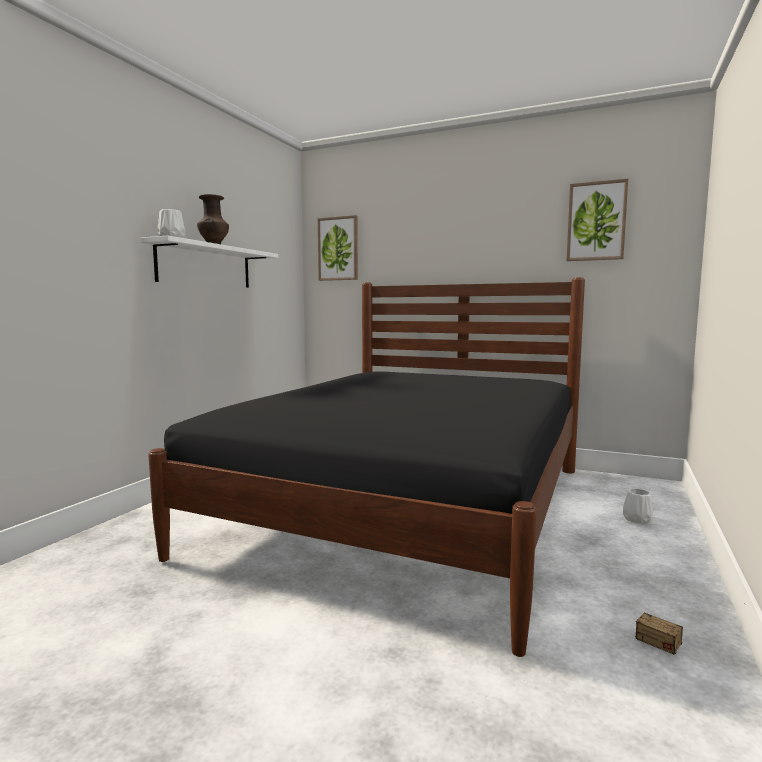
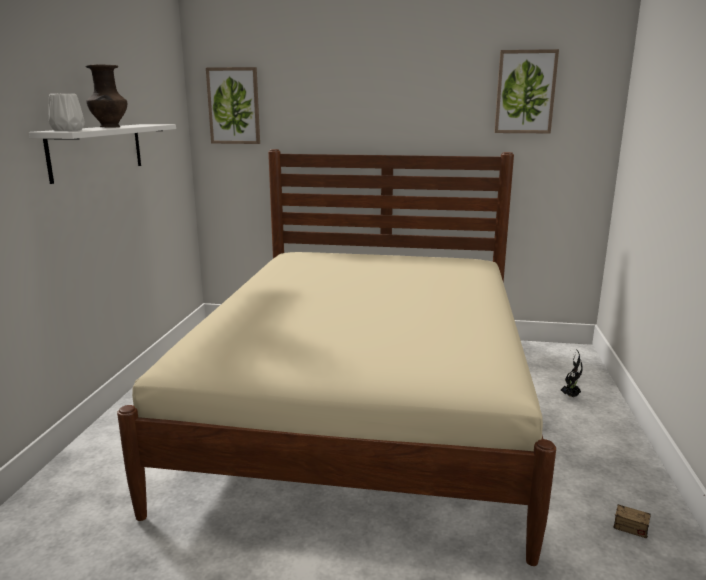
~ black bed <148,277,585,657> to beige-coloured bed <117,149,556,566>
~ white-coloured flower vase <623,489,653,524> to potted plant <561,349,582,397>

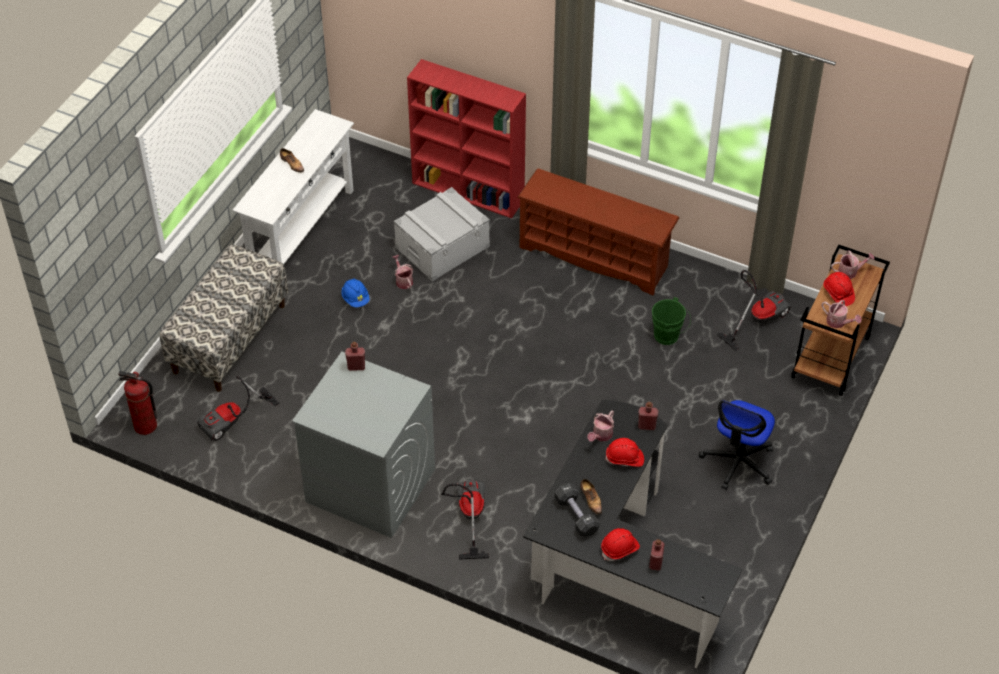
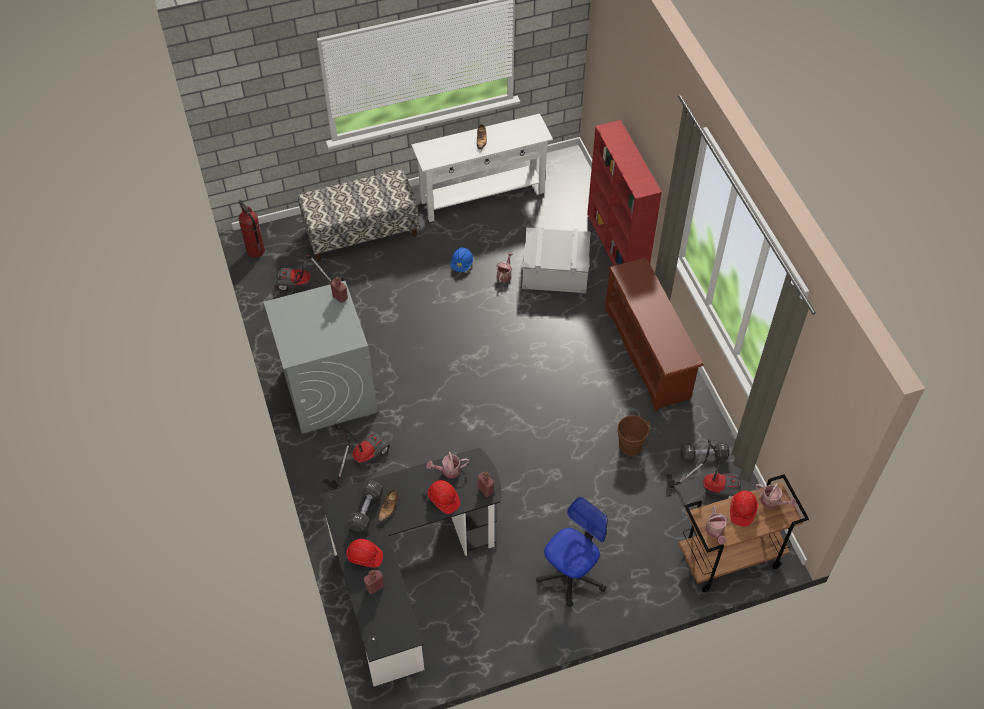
~ desk chair <699,400,775,490> = <536,497,608,607> 150 degrees clockwise
~ green pail <652,297,691,345> to brownish pail <617,415,651,456>
+ black hand weight <681,442,729,462>

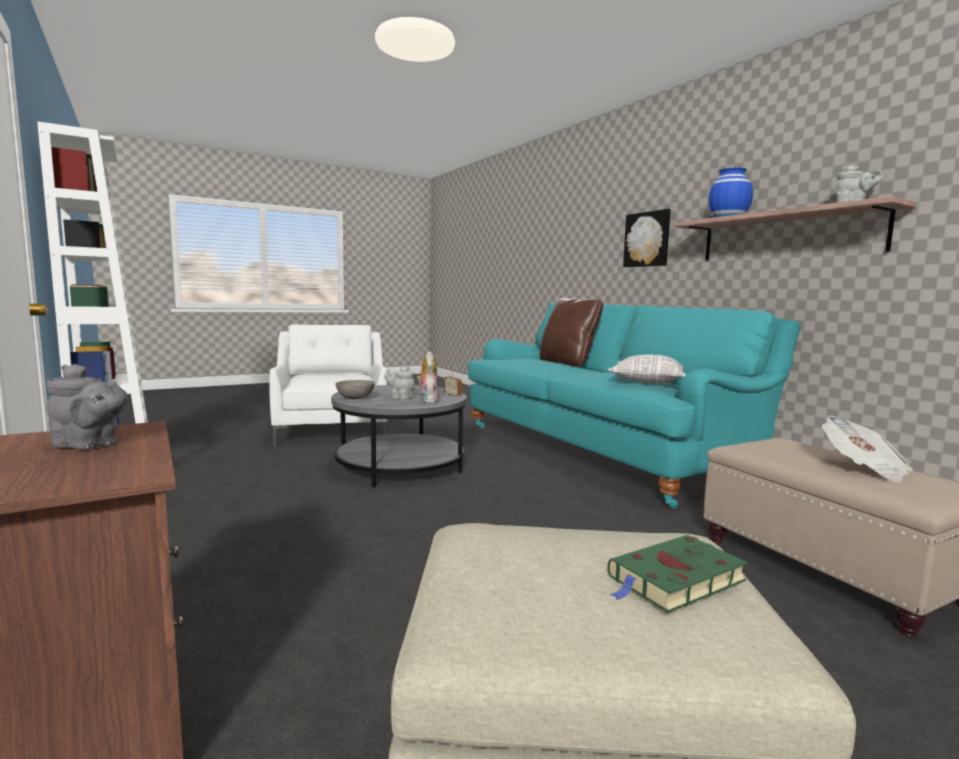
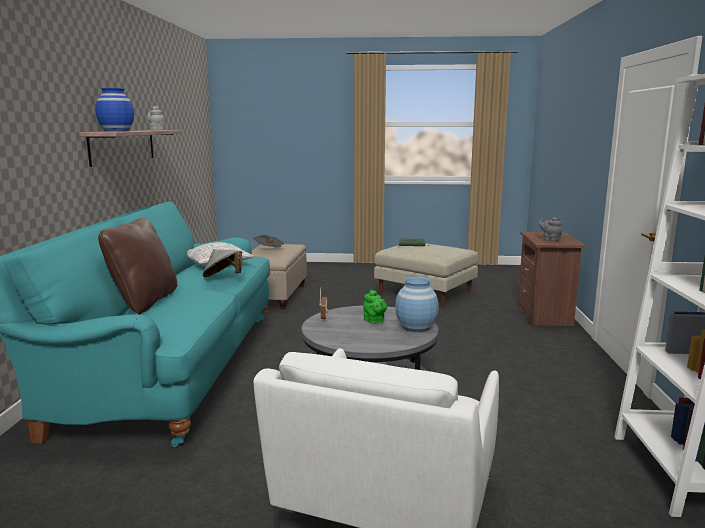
+ gray clothing hat <203,249,243,277>
~ gray pot for tea <384,366,415,400> to green pot for tea <363,289,387,324>
~ gray deep dish <335,380,375,399> to blue-coloured flower vase <395,277,439,332>
- cuddly toy <417,351,439,403>
- wall picture <623,209,671,267>

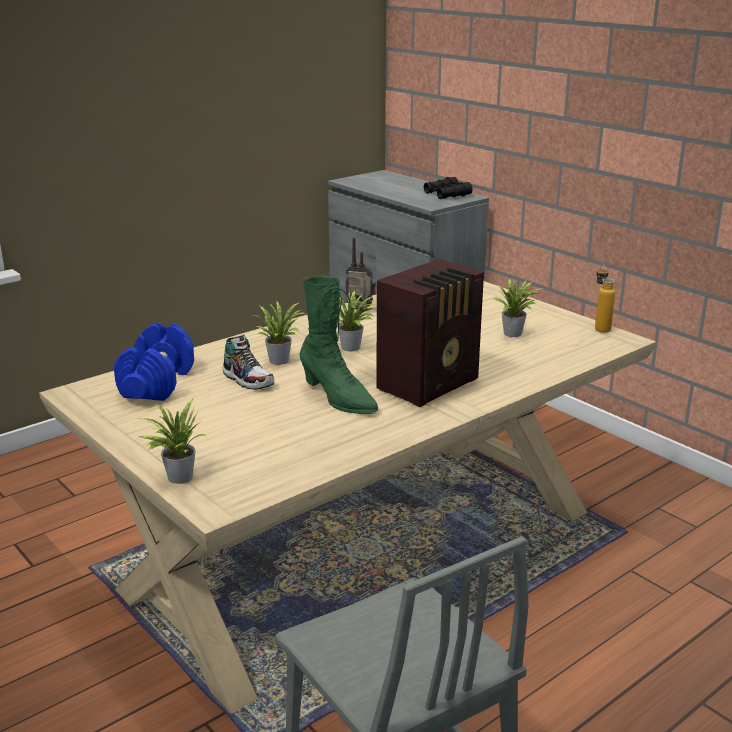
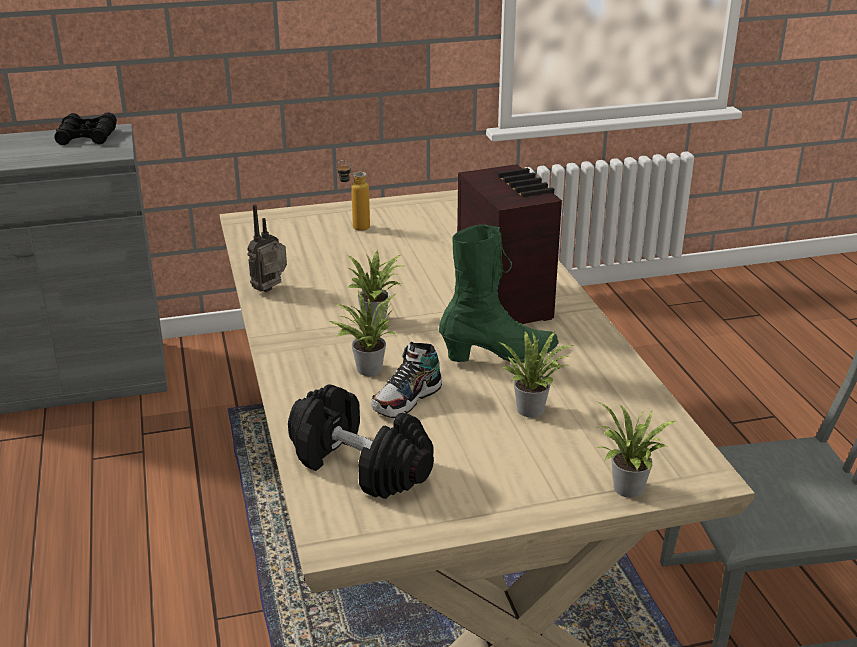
~ blue-coloured hand weight <114,323,194,401> to black hand weight <288,384,434,499>
~ bottle <595,264,615,333> to <337,160,370,231>
~ item of footwear <222,335,275,390> = <371,342,442,418> 150 degrees clockwise
~ potted plant <494,279,544,337> to <499,331,575,418>

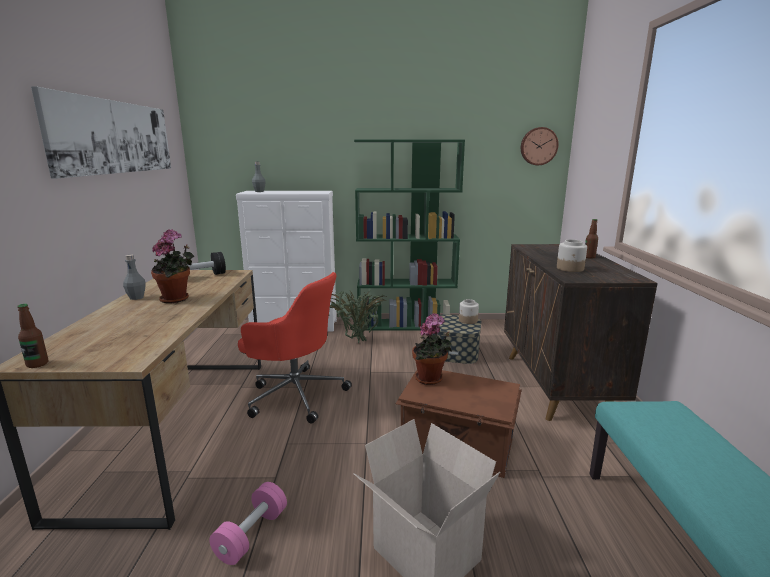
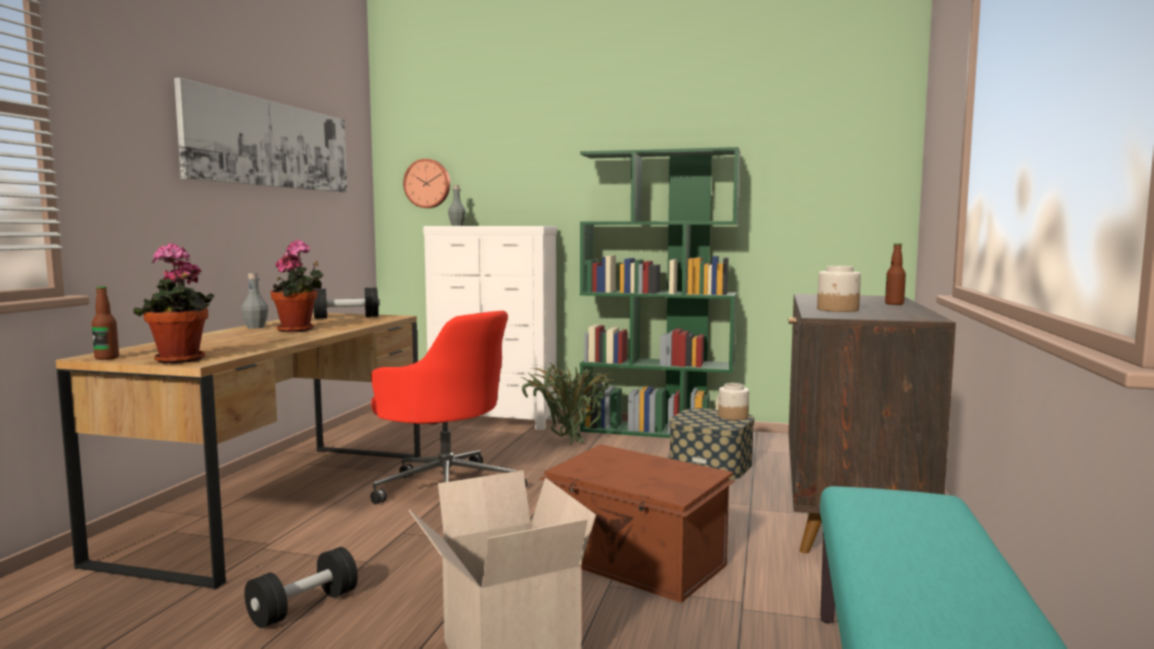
~ potted plant <412,313,452,385> to <133,243,214,364>
~ pink hand weight <209,482,287,565> to black hand weight <244,547,358,628>
~ clock on the wall <521,127,559,165> to <403,159,450,208>

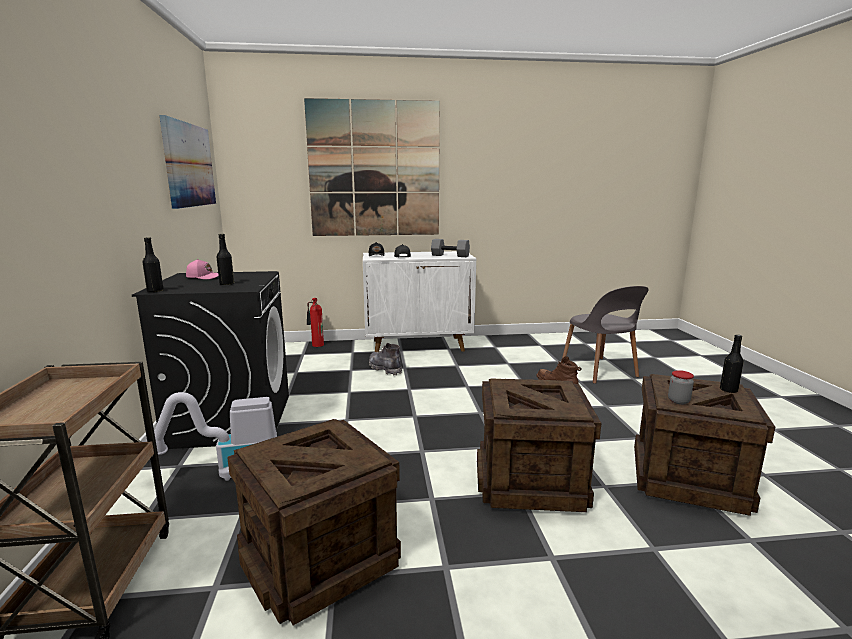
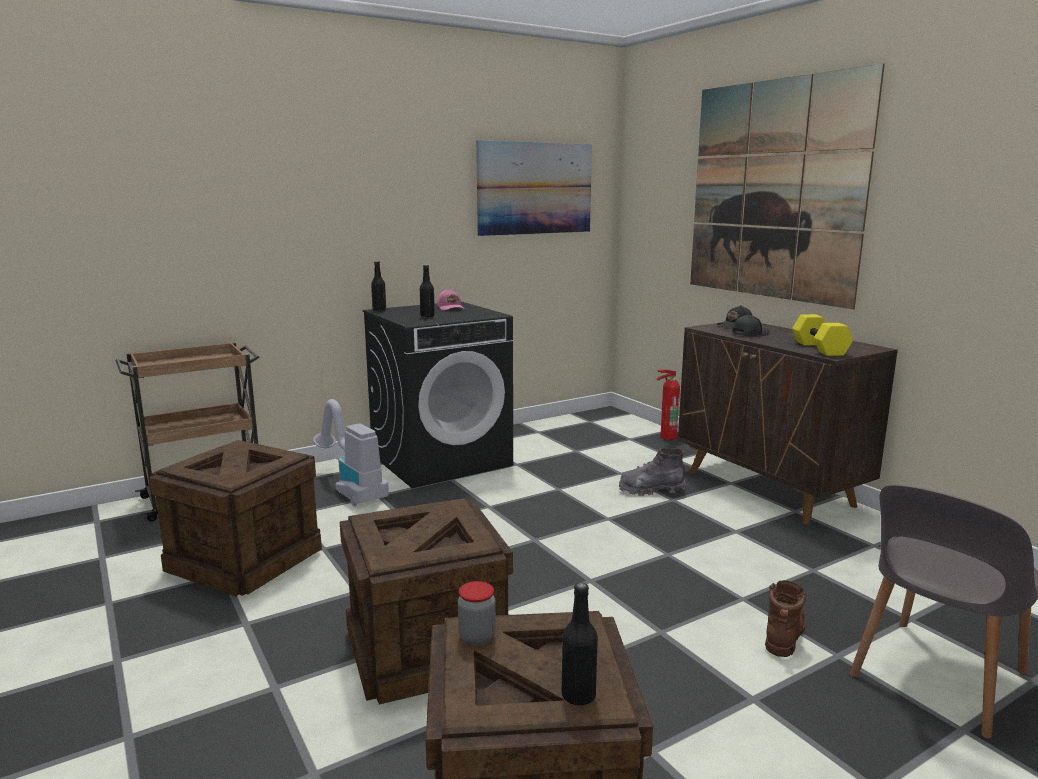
~ gray high-top boot <369,343,402,375> = <619,448,686,496> 120 degrees counterclockwise
~ white-coloured cupboard <363,251,476,353> to brownish cupboard <678,323,898,525>
~ gray hand weight <431,239,470,257> to yellow-coloured hand weight <792,314,853,356>

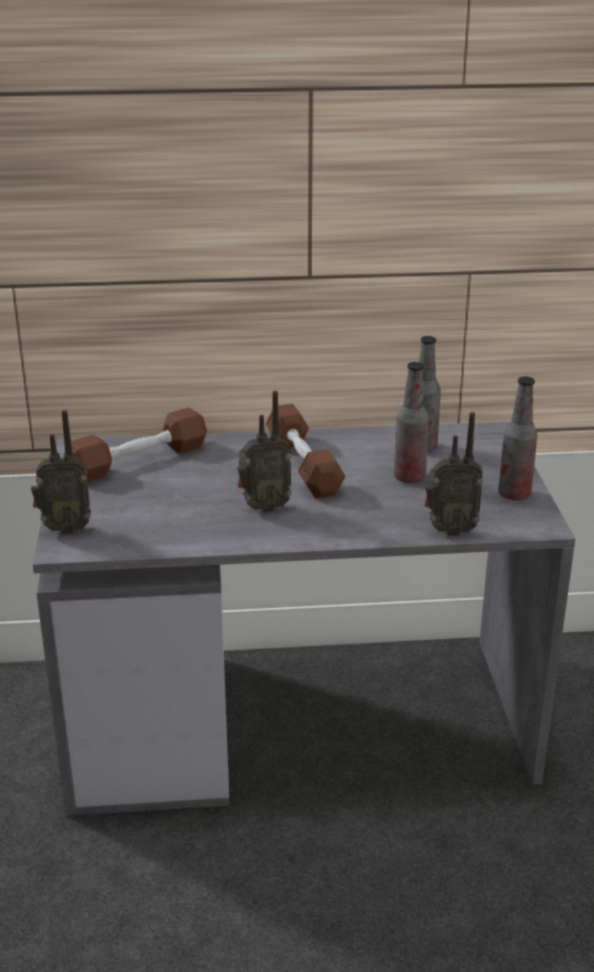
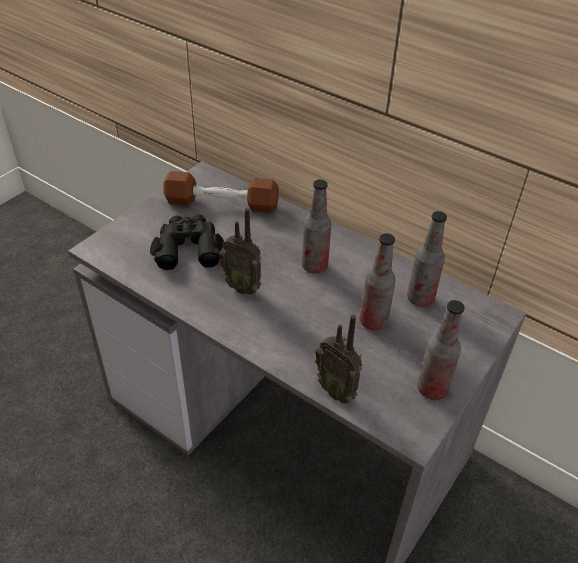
+ black binoculars <150,214,224,270>
~ brownish hand weight <266,404,345,499> to bottle <302,179,331,273>
- radio set <31,410,91,534>

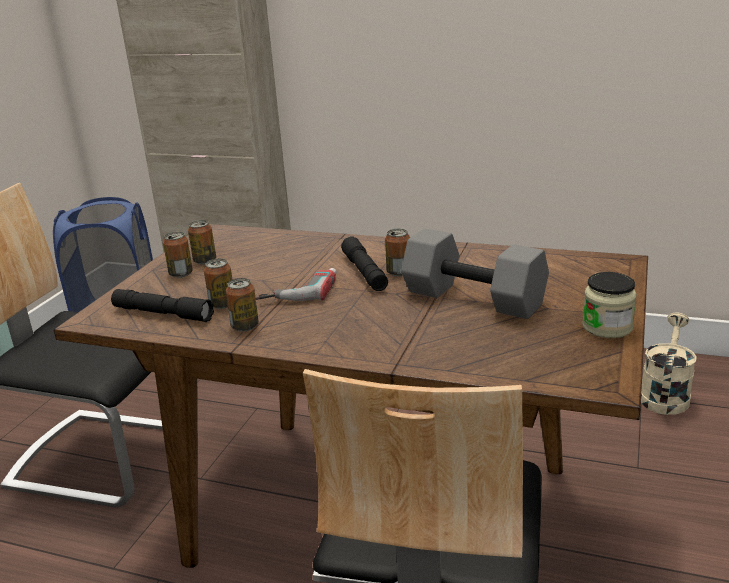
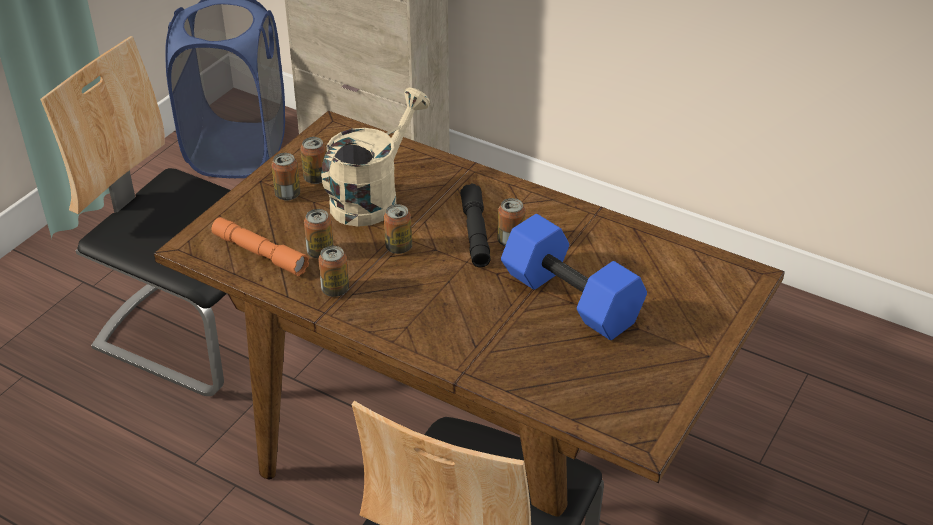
~ black flashlight <111,289,214,322> to orange-coloured flashlight <212,217,309,276>
~ beige-coloured watering pot <641,313,697,415> to <321,88,430,227>
~ electric drill <256,268,337,301> to can <384,204,412,254>
~ gray hand weight <401,228,549,319> to blue-coloured hand weight <501,214,647,340>
- preserve jar <582,272,637,338>

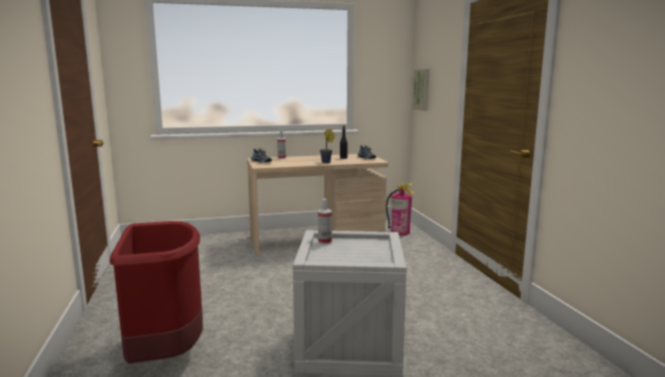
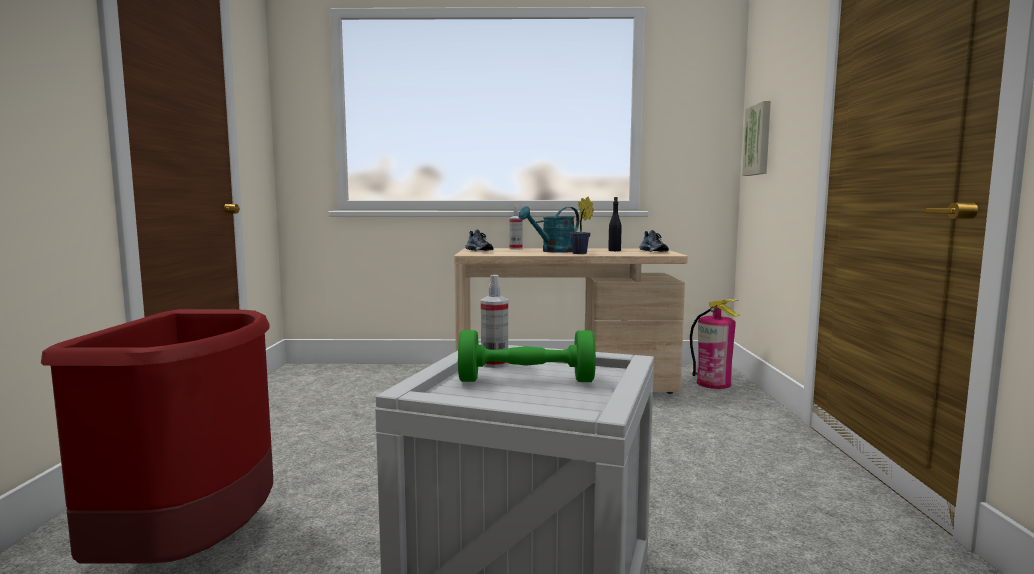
+ green hand weight <458,330,596,382>
+ turquoise watering pot <518,206,579,253>

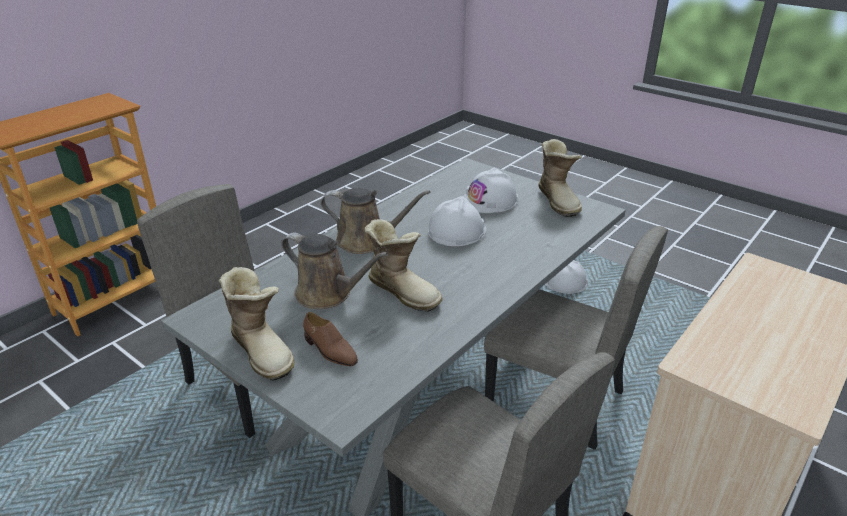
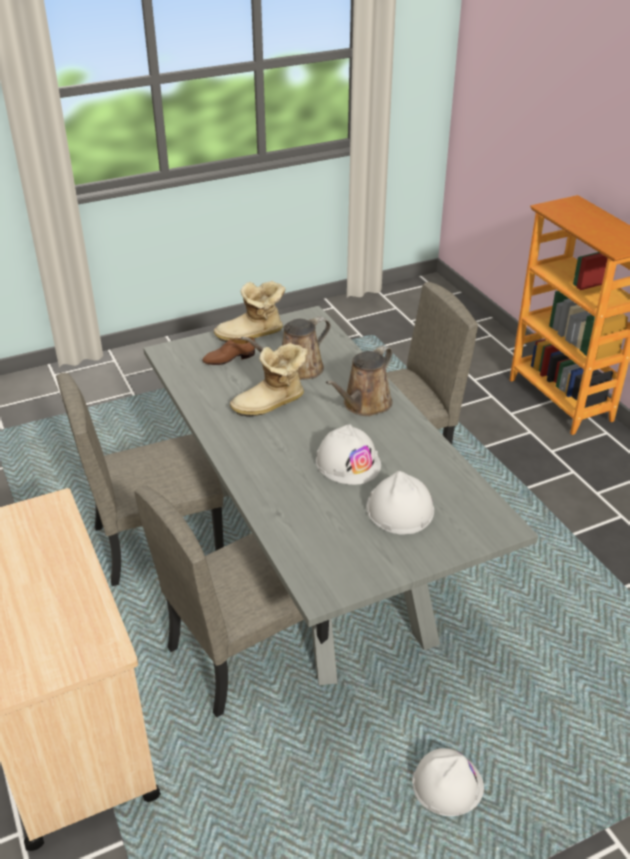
- high-top boot <538,139,582,217>

